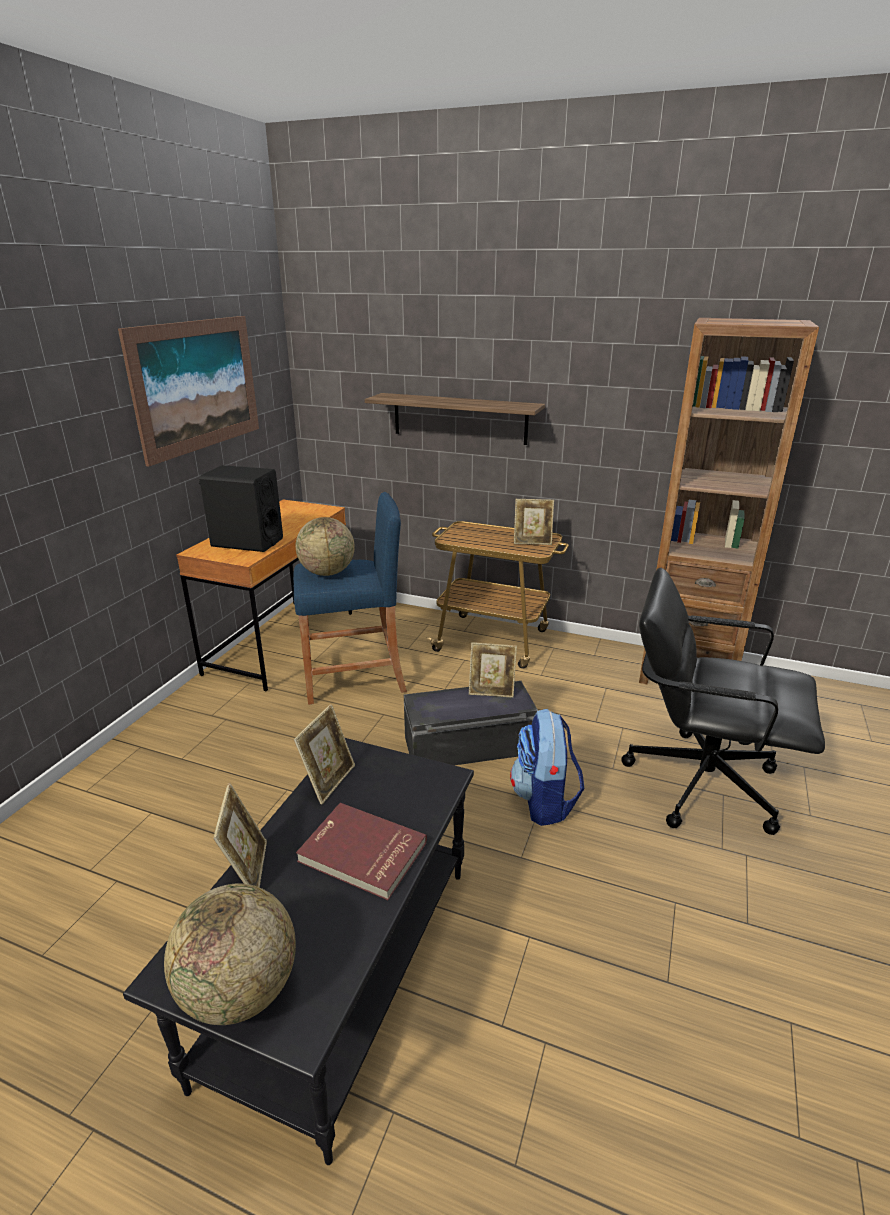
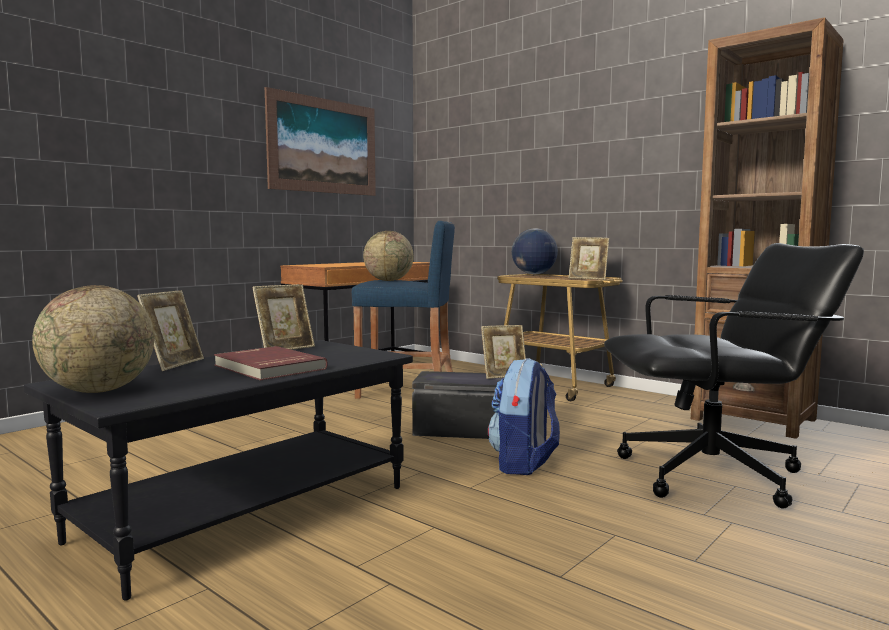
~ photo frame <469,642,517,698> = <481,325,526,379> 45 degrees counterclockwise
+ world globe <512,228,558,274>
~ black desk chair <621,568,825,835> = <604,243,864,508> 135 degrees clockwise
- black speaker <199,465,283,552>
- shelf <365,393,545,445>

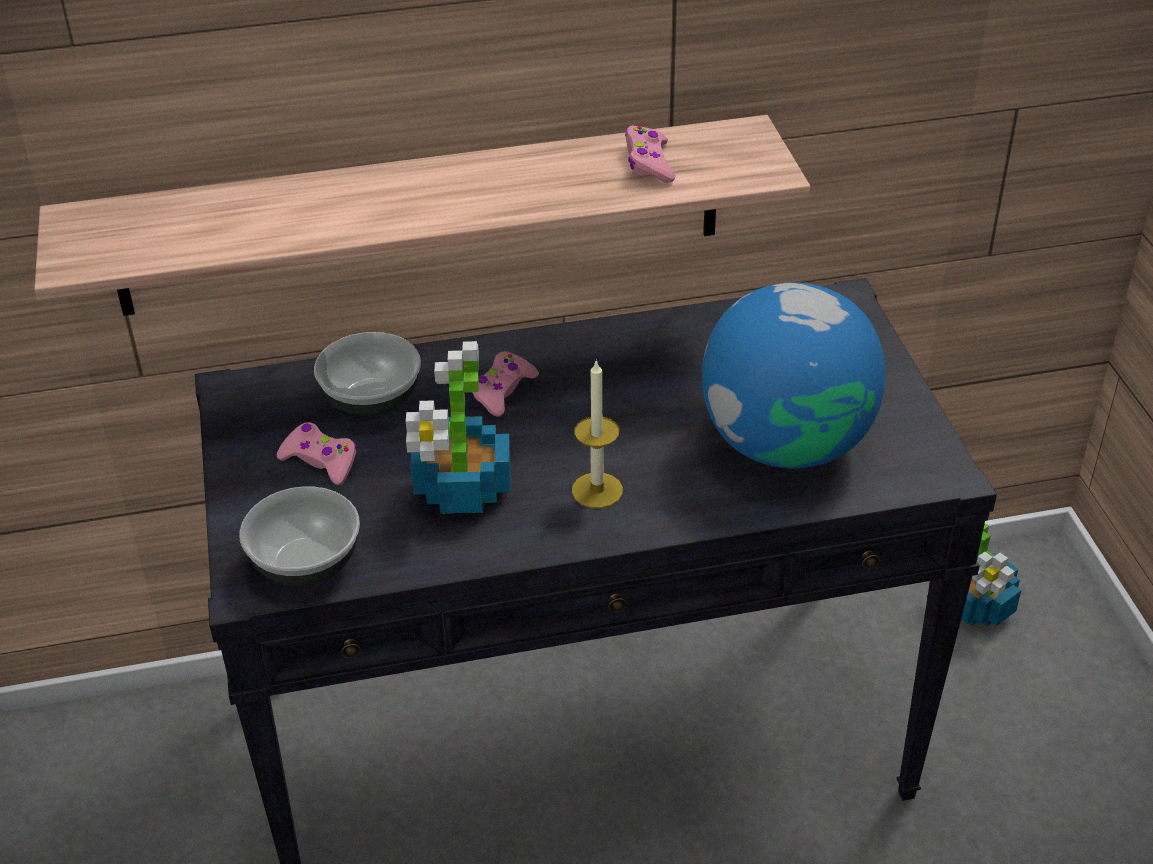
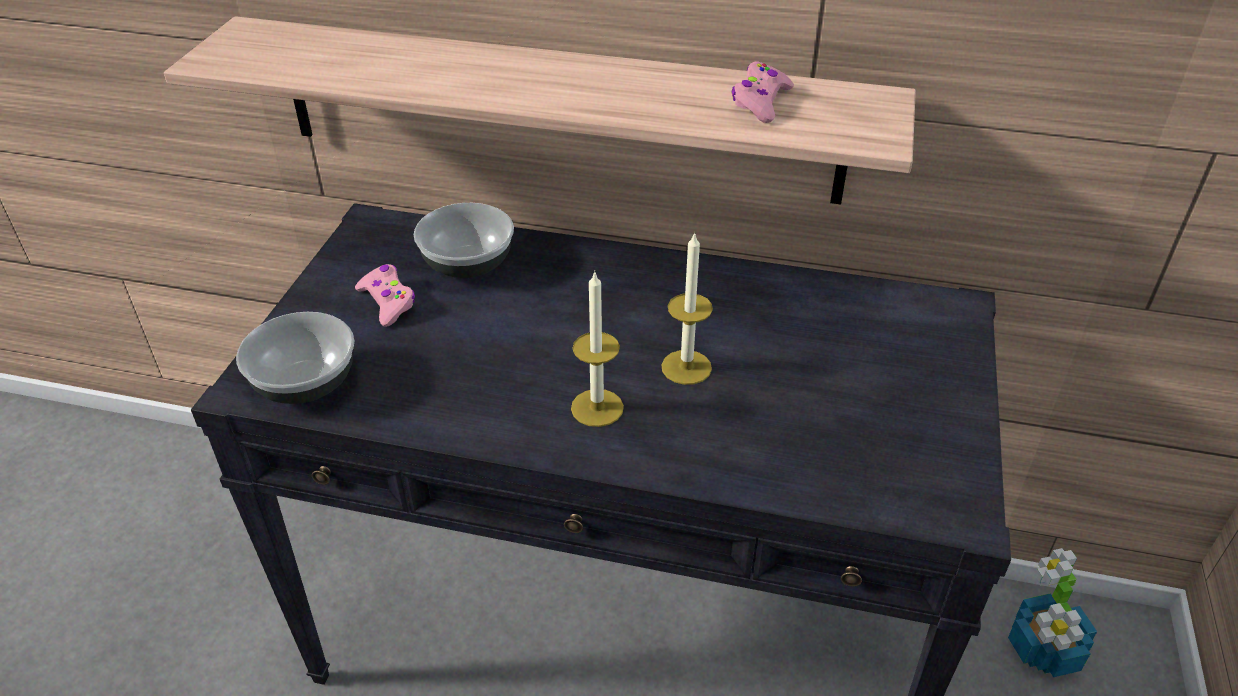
+ wax light <661,231,713,385>
- potted plant <406,341,511,513>
- pink gamepad <472,351,539,417>
- world globe <702,282,885,469>

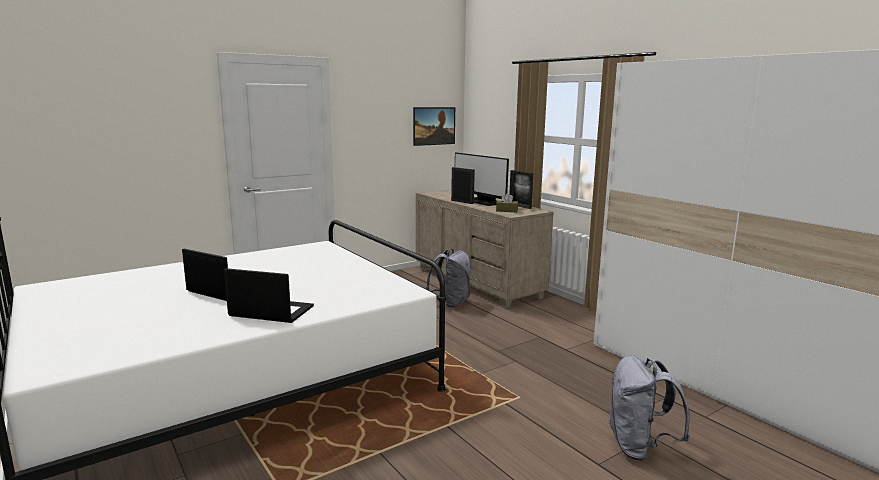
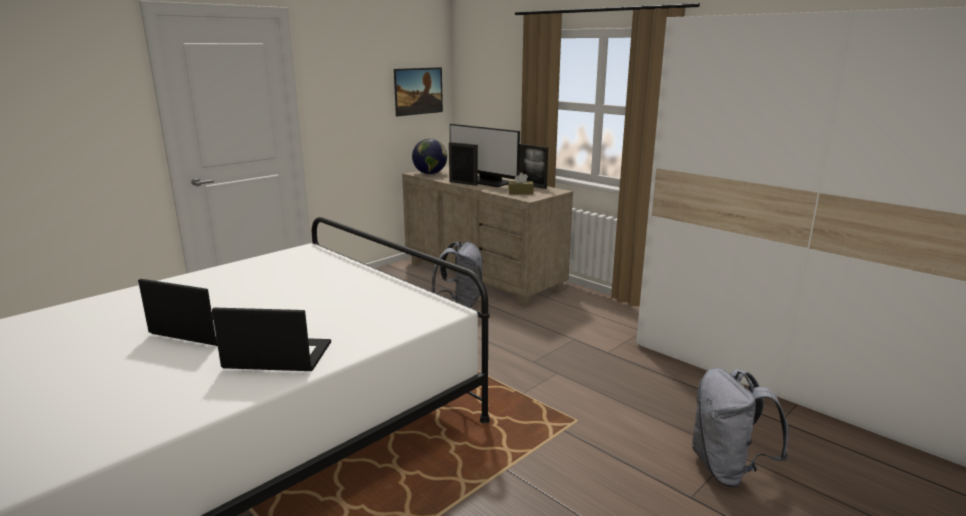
+ world globe <412,139,447,174>

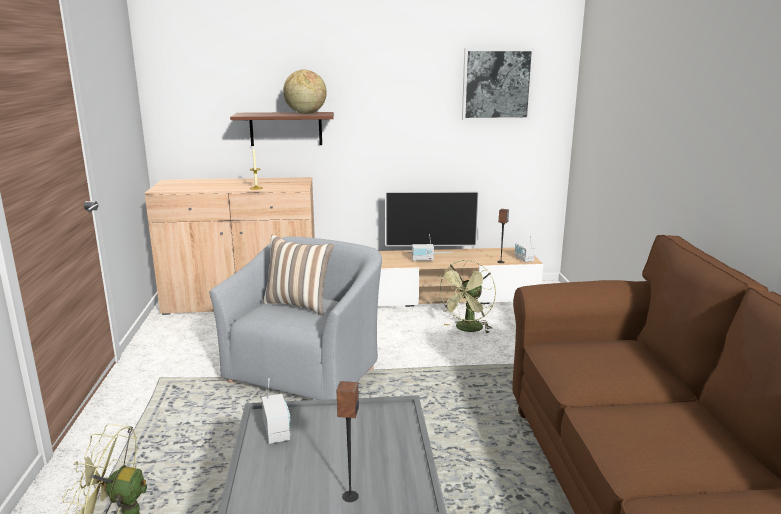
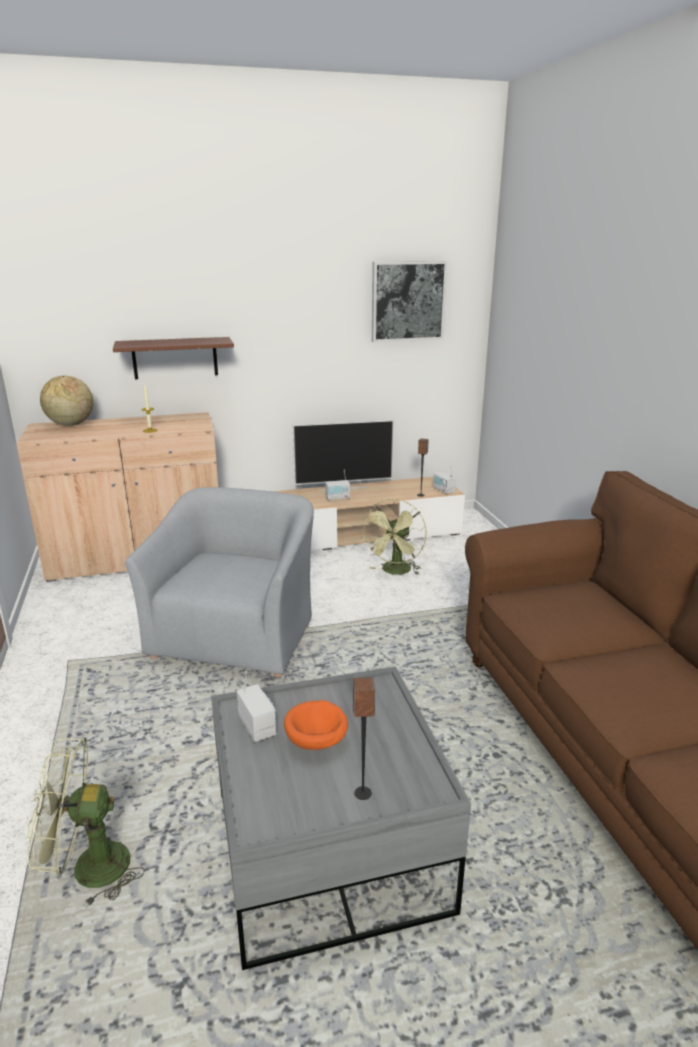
~ world globe <283,69,327,114> to <40,376,94,426>
+ orange-coloured deep dish <284,700,348,750>
- pillow <263,235,334,315>

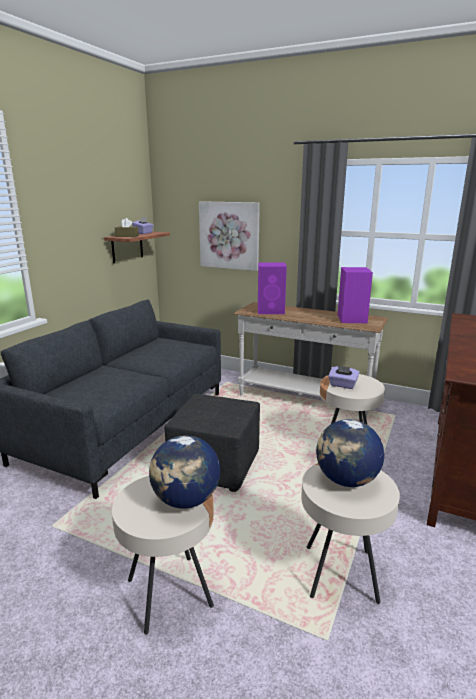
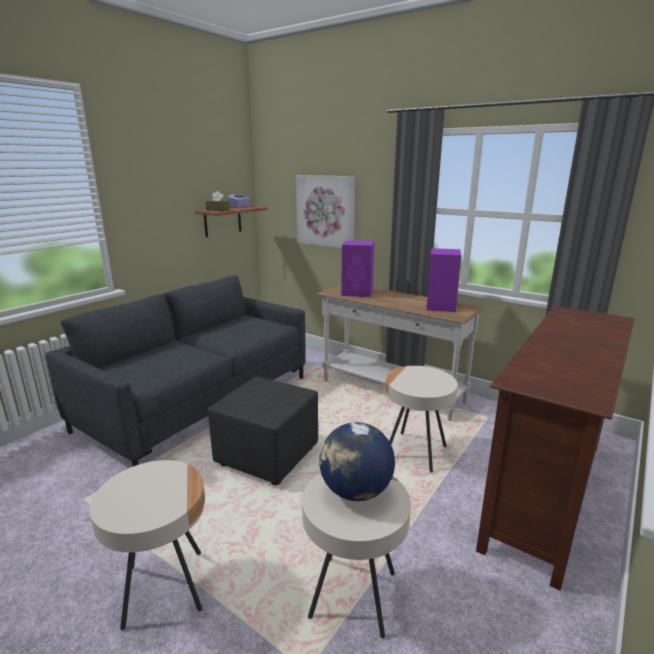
- world globe <149,435,220,509>
- purple tissue holder <328,365,360,389>

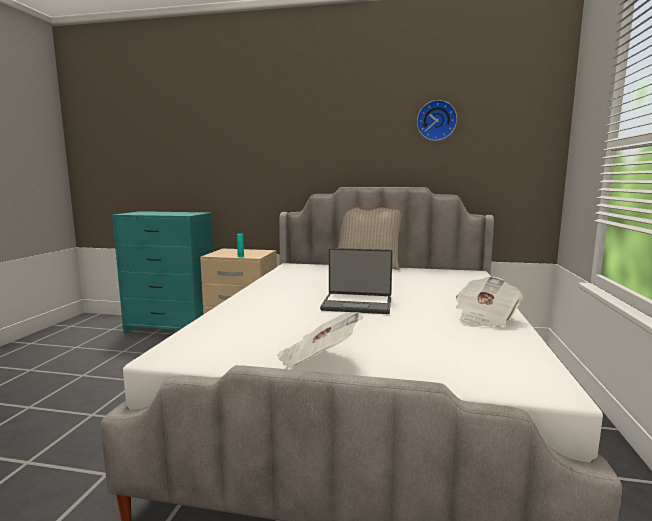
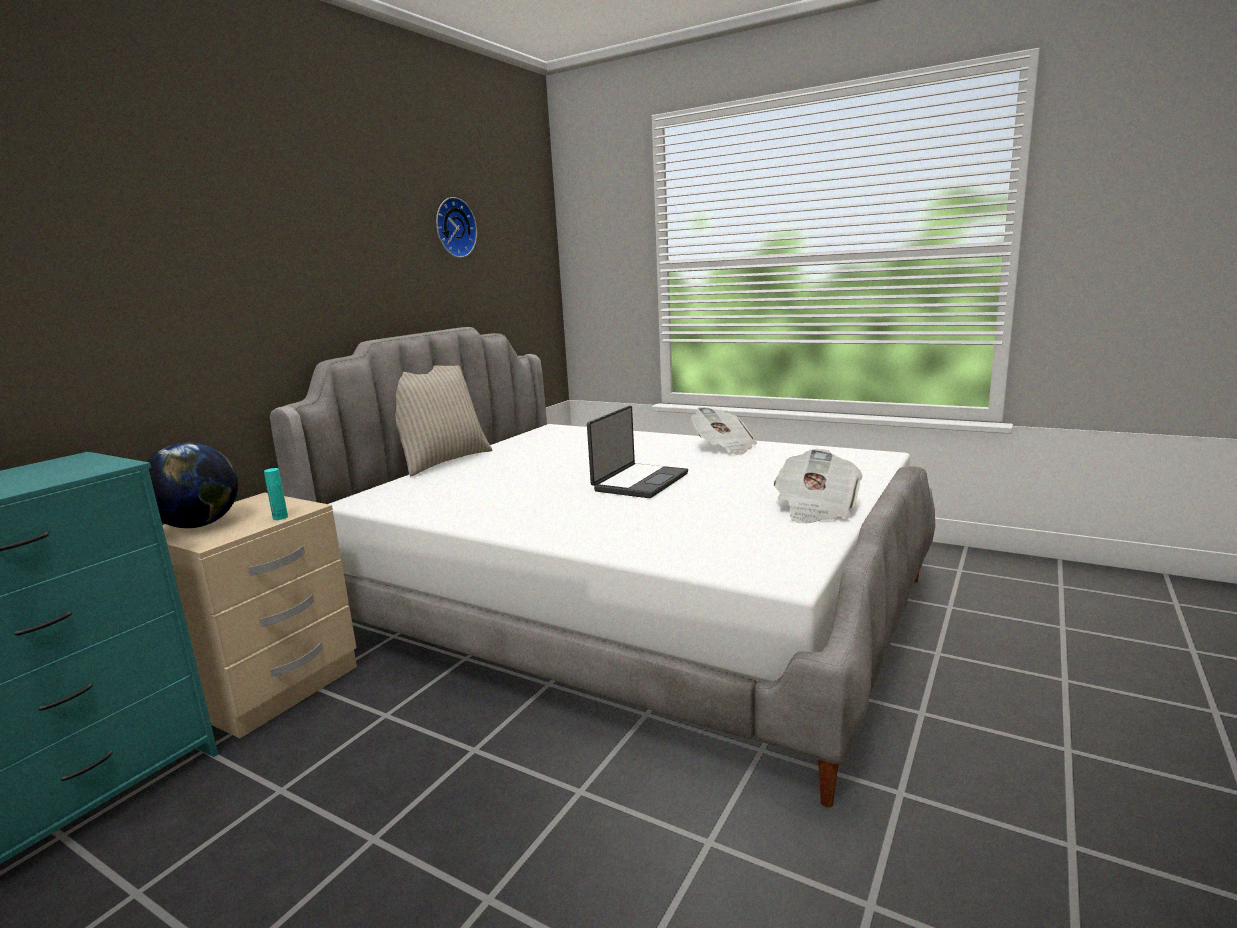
+ world globe <147,443,238,528>

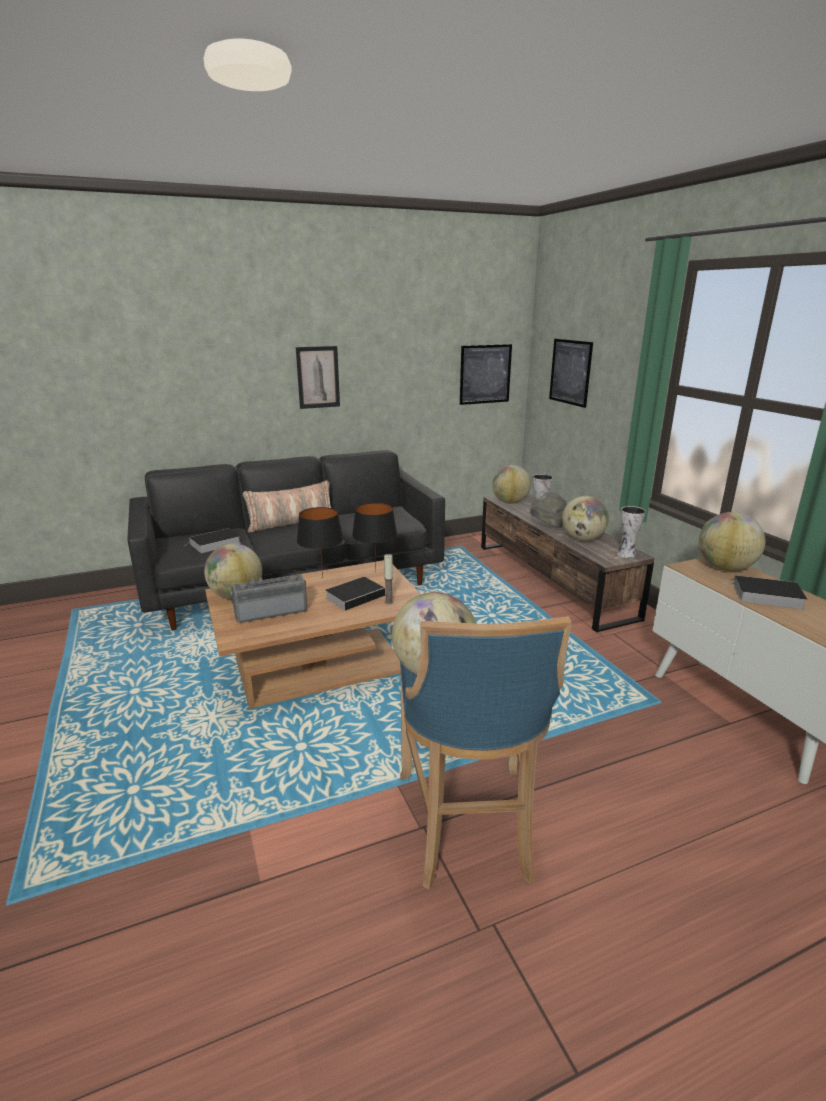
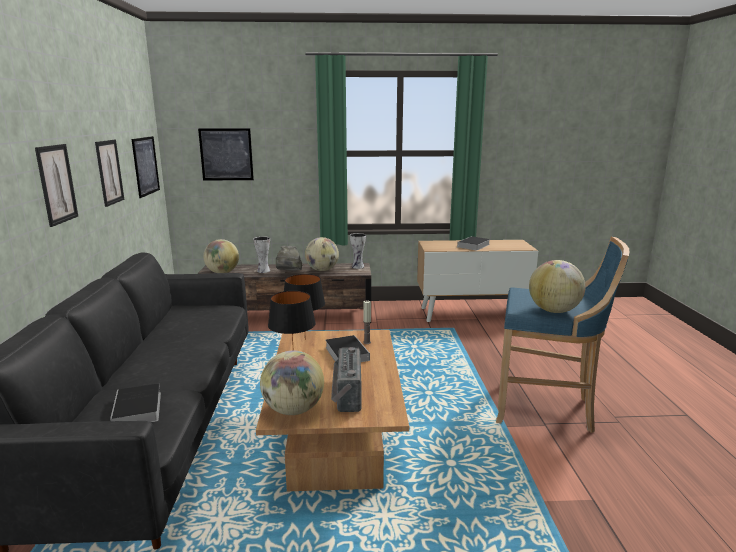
+ wall picture <95,140,125,207>
- pillow <243,481,331,533>
- world globe <699,512,765,571>

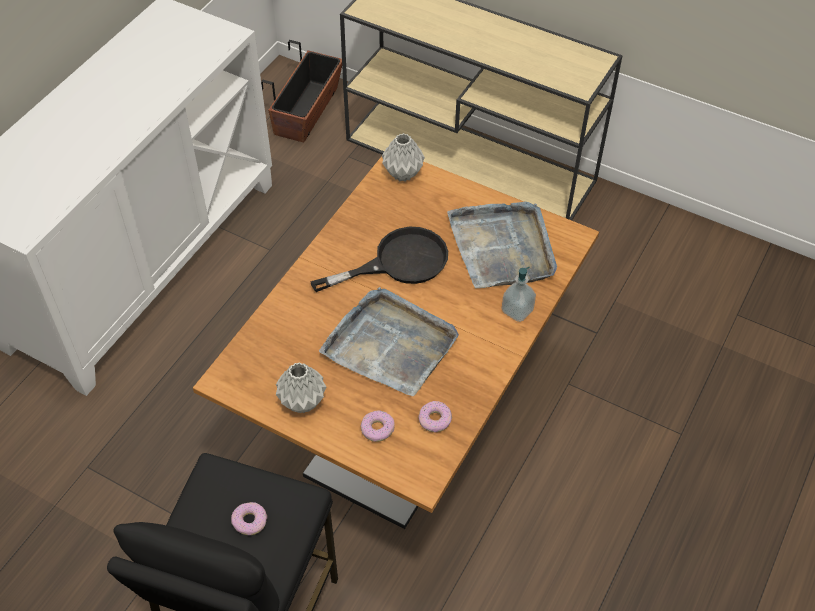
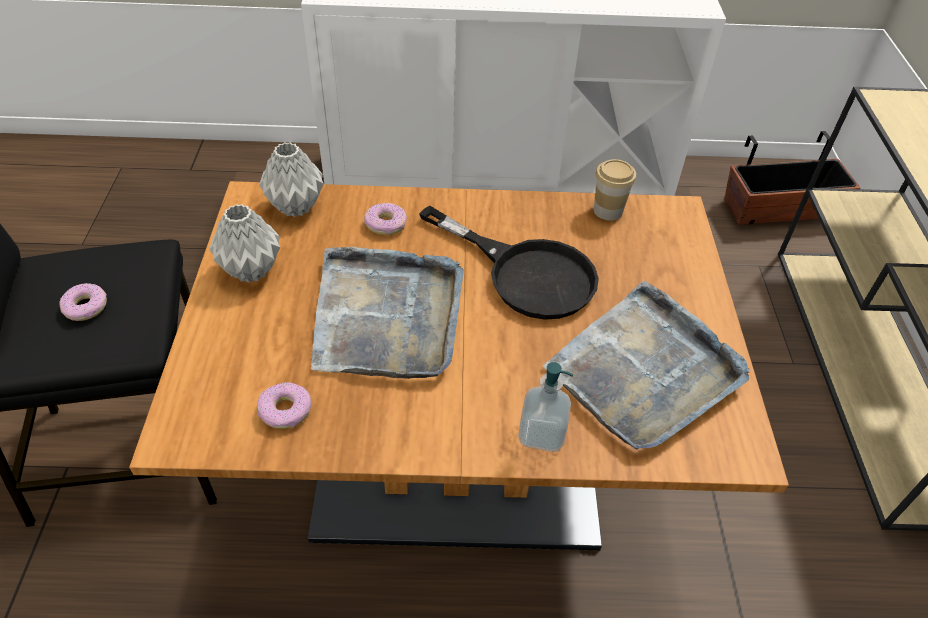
~ gray flower vase <382,133,425,182> to <259,142,324,217>
~ ring doughnut <360,410,395,442> to <364,203,407,235>
+ small cup <594,159,636,221>

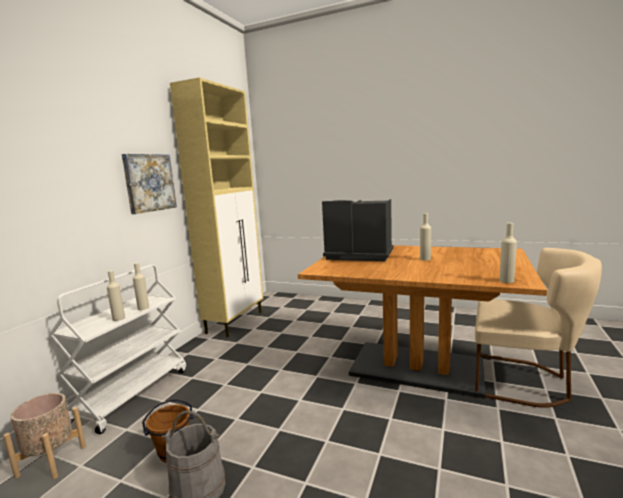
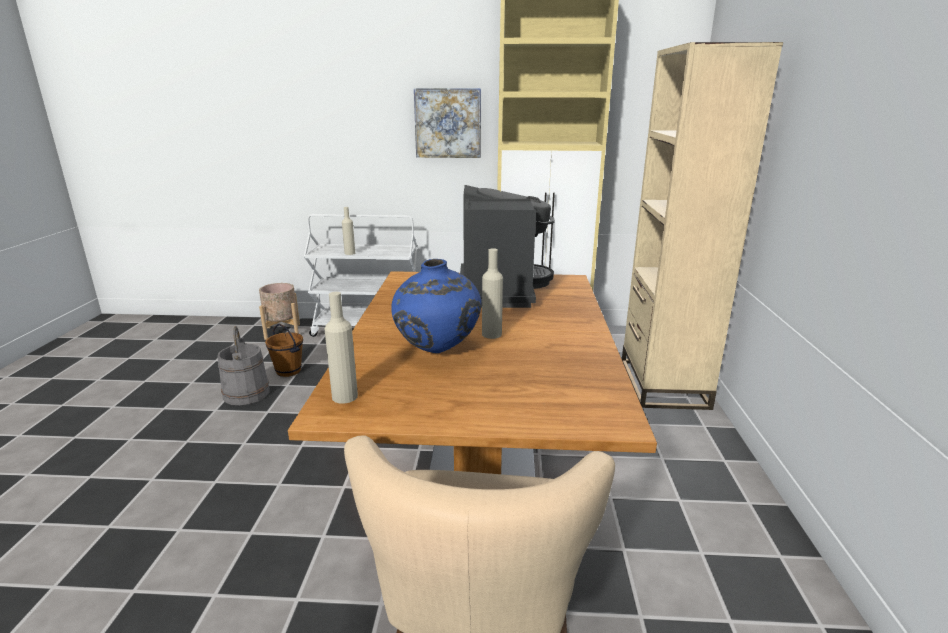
+ blue-coloured flower vase <392,259,481,353>
+ beige-coloured bookcase <622,42,783,410>
- beige-coloured bottle <133,263,149,310>

